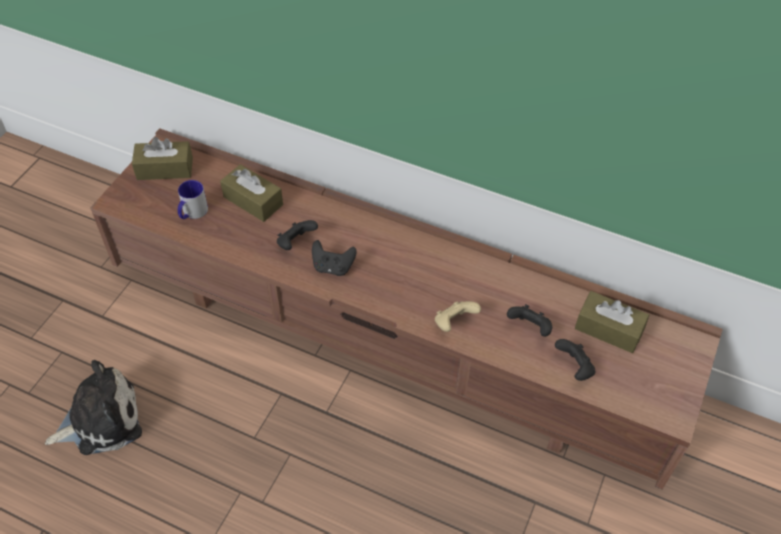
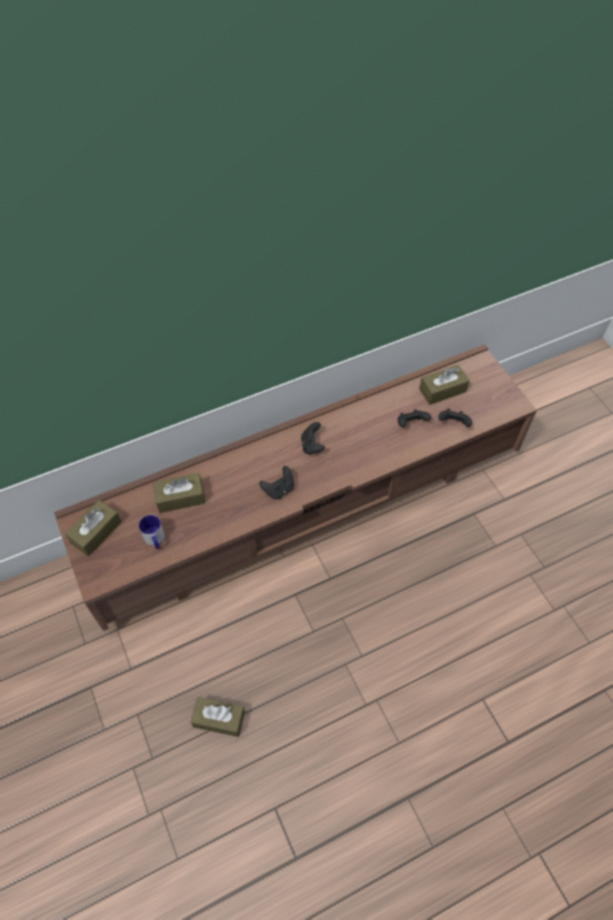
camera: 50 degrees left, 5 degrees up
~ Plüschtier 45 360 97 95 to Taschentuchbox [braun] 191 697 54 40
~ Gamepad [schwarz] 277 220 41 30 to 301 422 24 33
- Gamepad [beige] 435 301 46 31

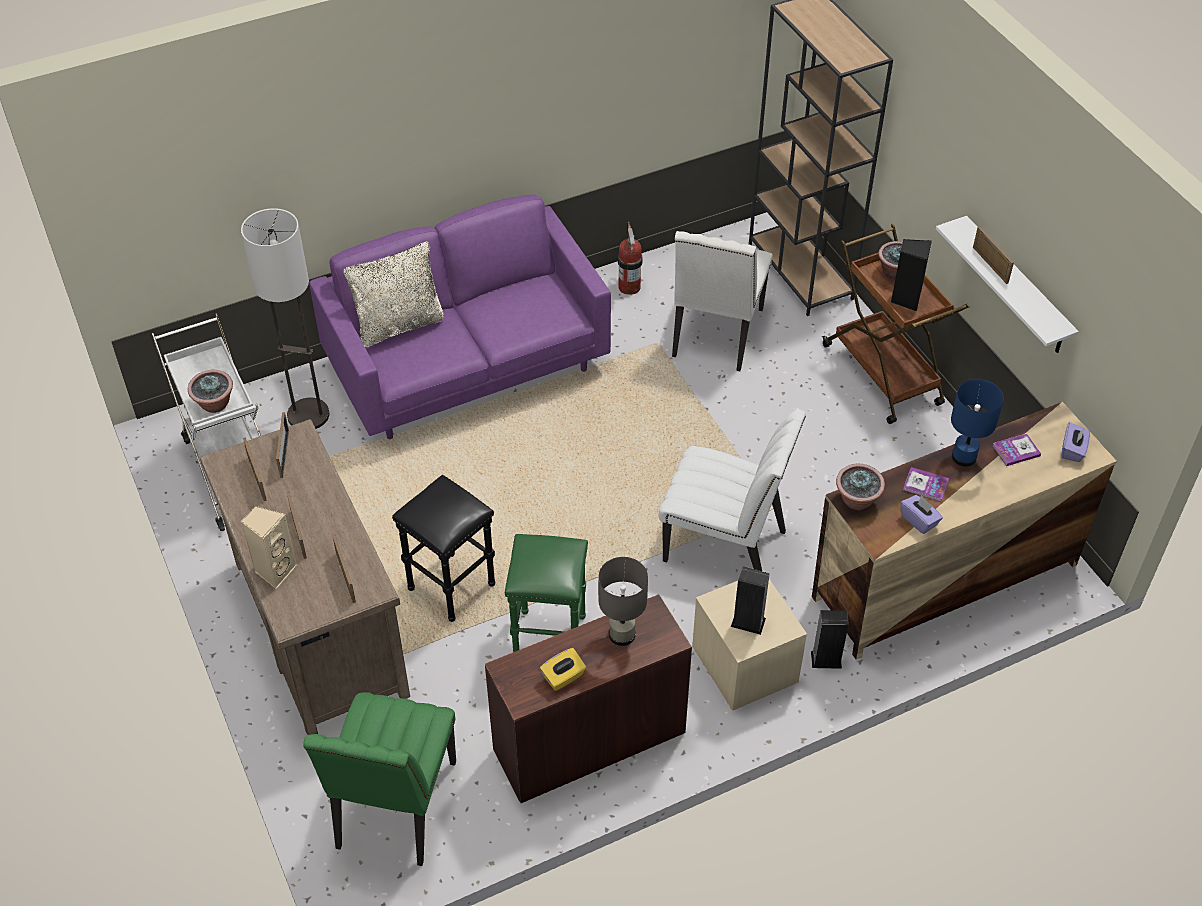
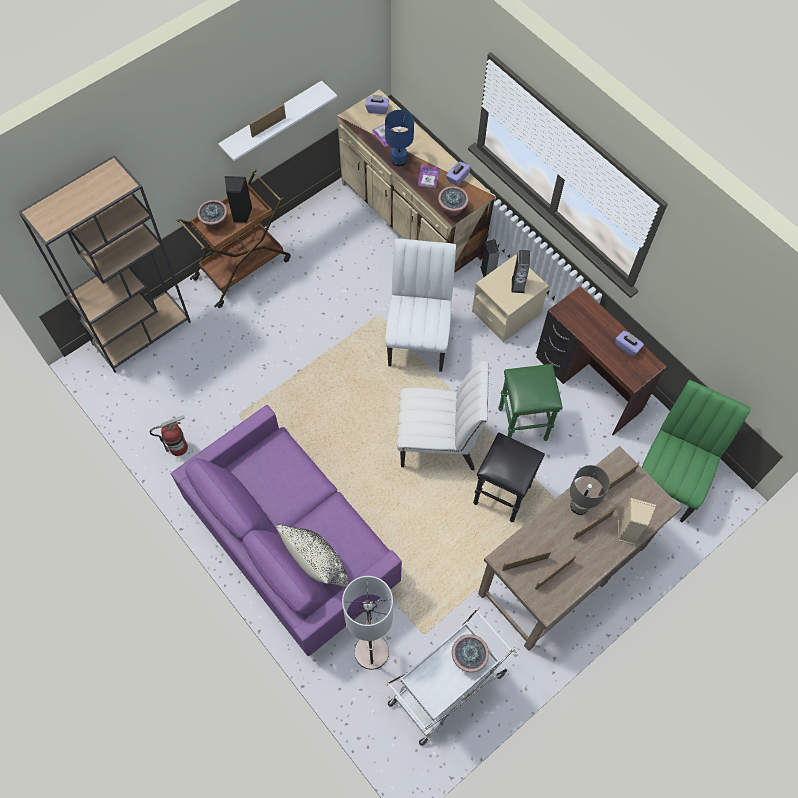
camera: 105 degrees left, 15 degrees up
~ Stuhl [weiß] 672 231 101 140 to 397 361 92 109
~ Tischlampe [grau] 598 557 50 89 to 570 465 40 50
~ Taschentuchbox [gelb] 540 648 46 43 to Taschentuchbox [lila] 615 331 29 26
~ Stuhl [grün] 303 692 153 174 = 642 380 109 143 60 degrees counterclockwise

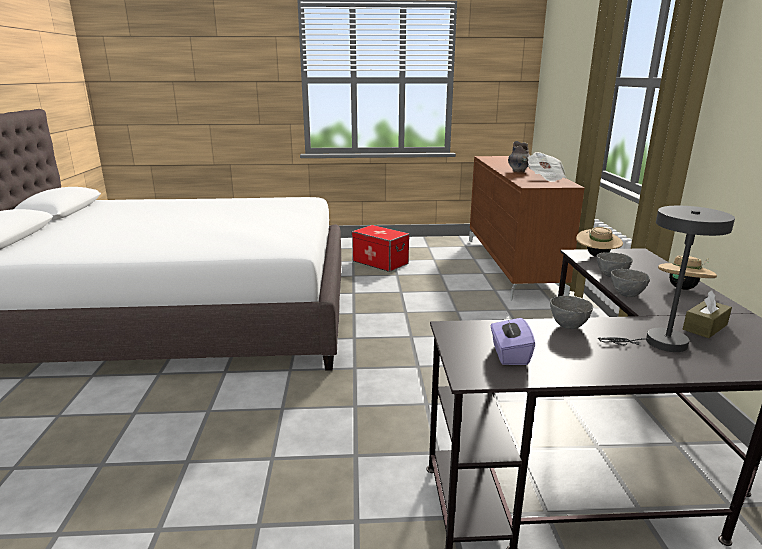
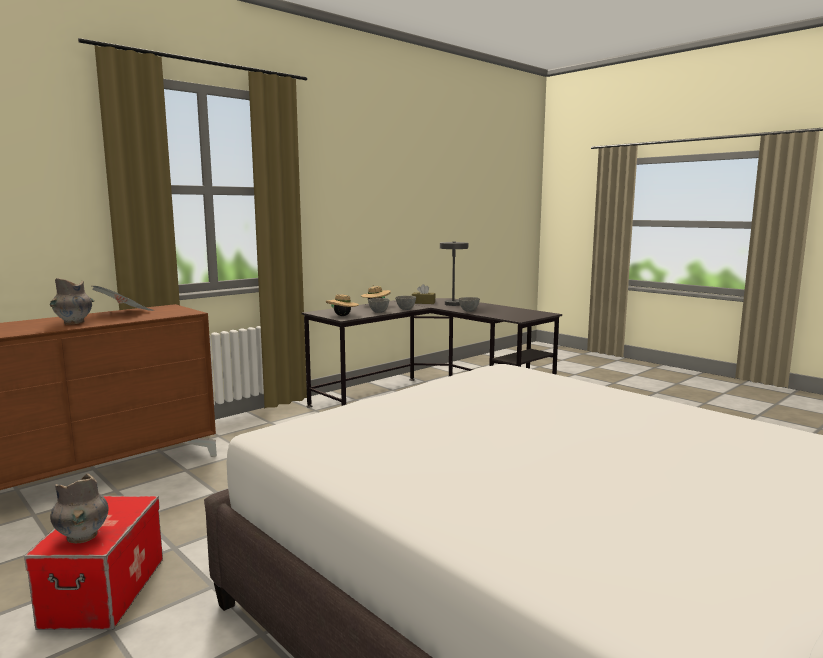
camera: 130 degrees left, 10 degrees down
+ Vase [grau] 50 473 59 70
- Taschentuchbox [lila] 491 313 44 52

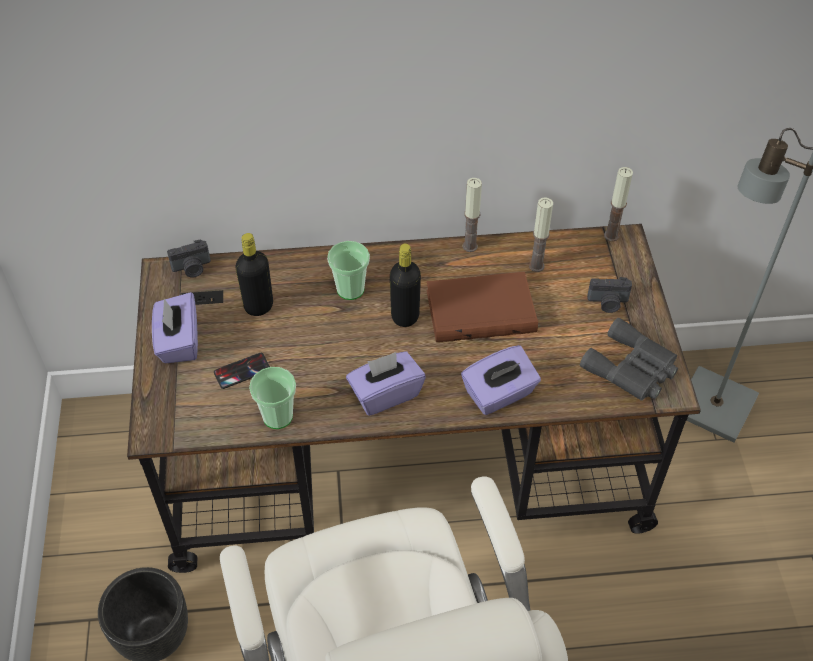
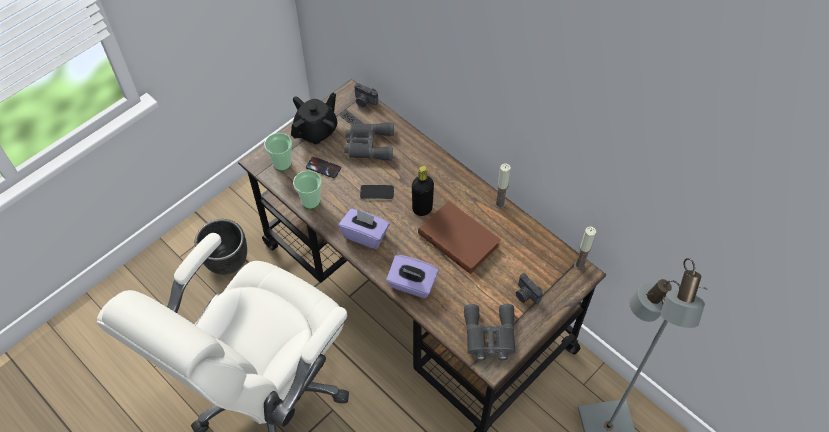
camera: 50 degrees right, 5 degrees up
~ Tasse 327 241 43 59 to 264 133 28 38
~ Taschentuchbox [lila] 152 292 46 71 to Teekanne [schwarz] 291 93 46 51
~ Flasche [schwarz] 236 233 37 83 to Fernglas [grau] 344 123 50 37
+ Handy 360 185 34 14
- Kerze 529 197 24 75

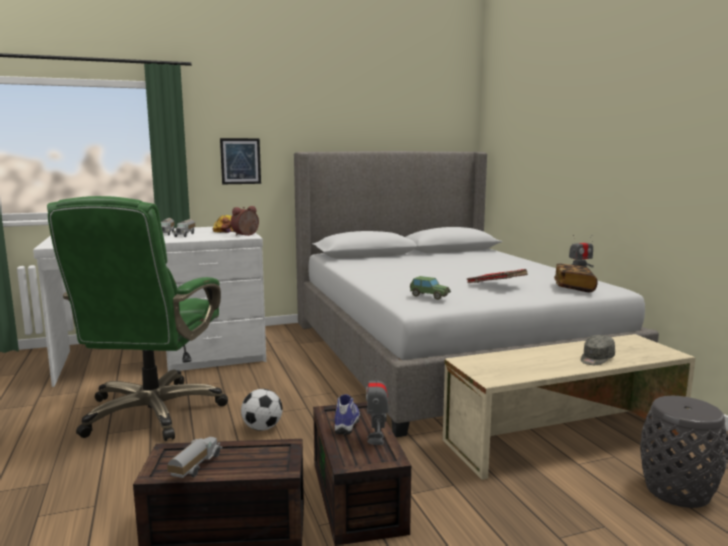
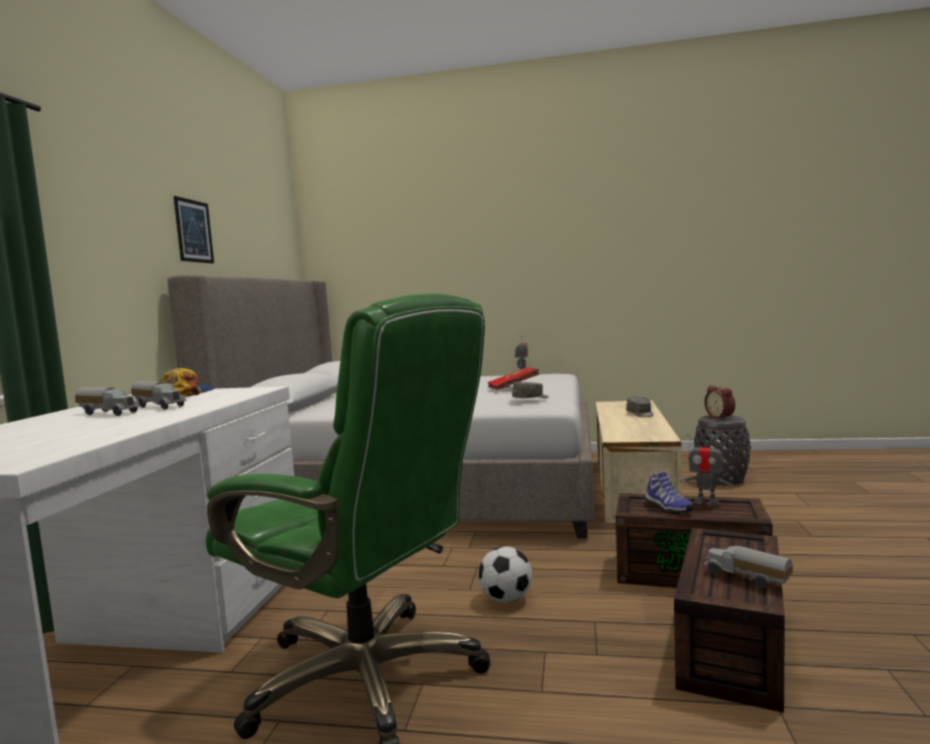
camera: 60 degrees left, 5 degrees down
~ Bild 220 138 41 46 to 173 196 41 67
~ Spielzeugauto 410 276 41 24 to Kappe [grau] 512 382 37 16
~ Schuh 335 394 25 41 = 645 472 49 42 150 degrees counterclockwise
~ Wecker 231 206 28 30 to 704 385 31 35
- Buch 554 264 44 28

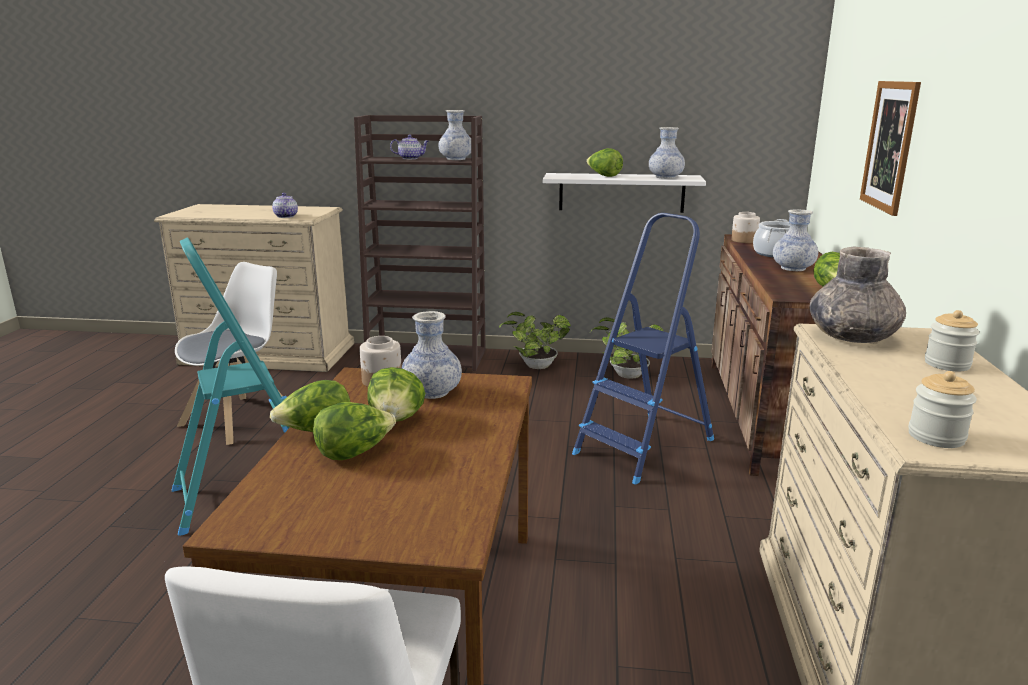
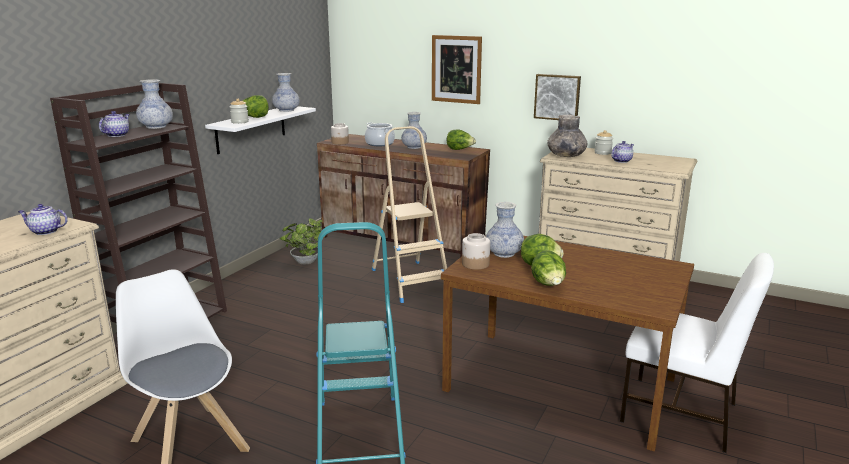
camera: 70 degrees left, 0 degrees up
~ Vorratsglas 908 371 69 77 to 230 99 19 25
~ Trittleiter [blau] 572 213 142 271 to Trittleiter [beige] 372 126 75 177
+ Bild 534 74 47 46
+ Teekanne 611 141 23 22
- Salatkopf 313 402 83 58
- Topfpflanze 499 312 72 57

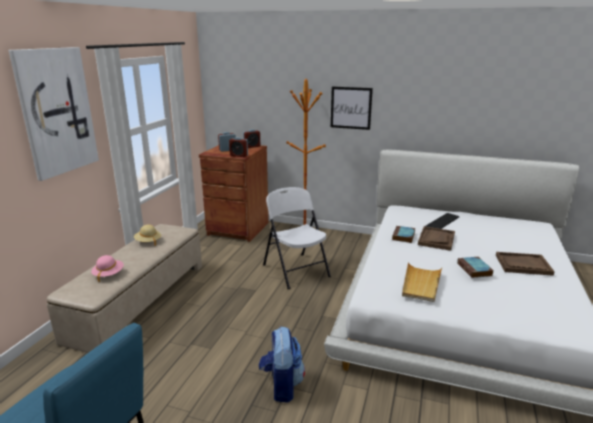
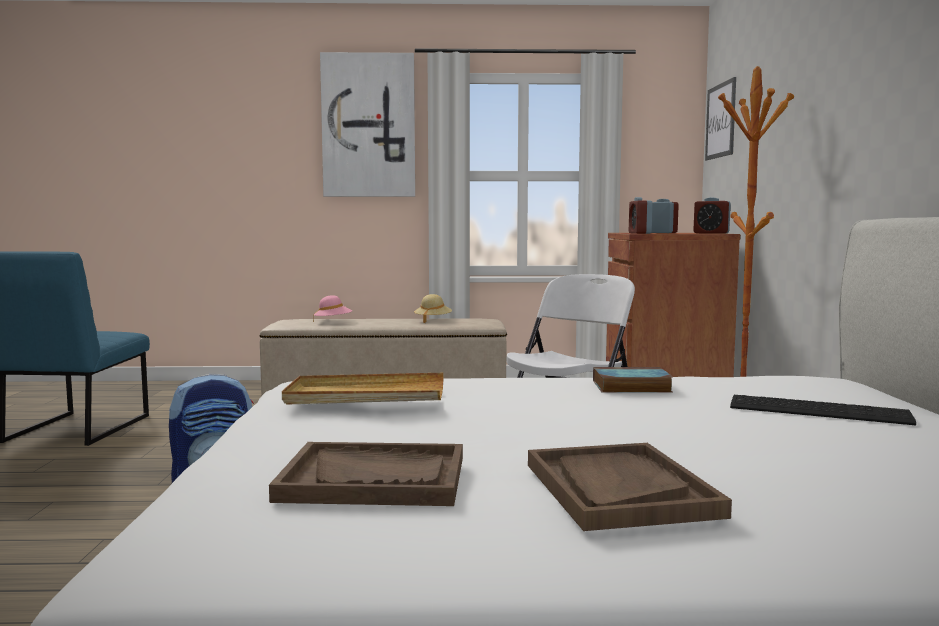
camera: 70 degrees right, 15 degrees down
~ Tablett [braun] 418 226 37 25 to 269 442 194 64
~ Bild 331 87 42 43 to 705 77 31 83
- Buch 457 257 37 21

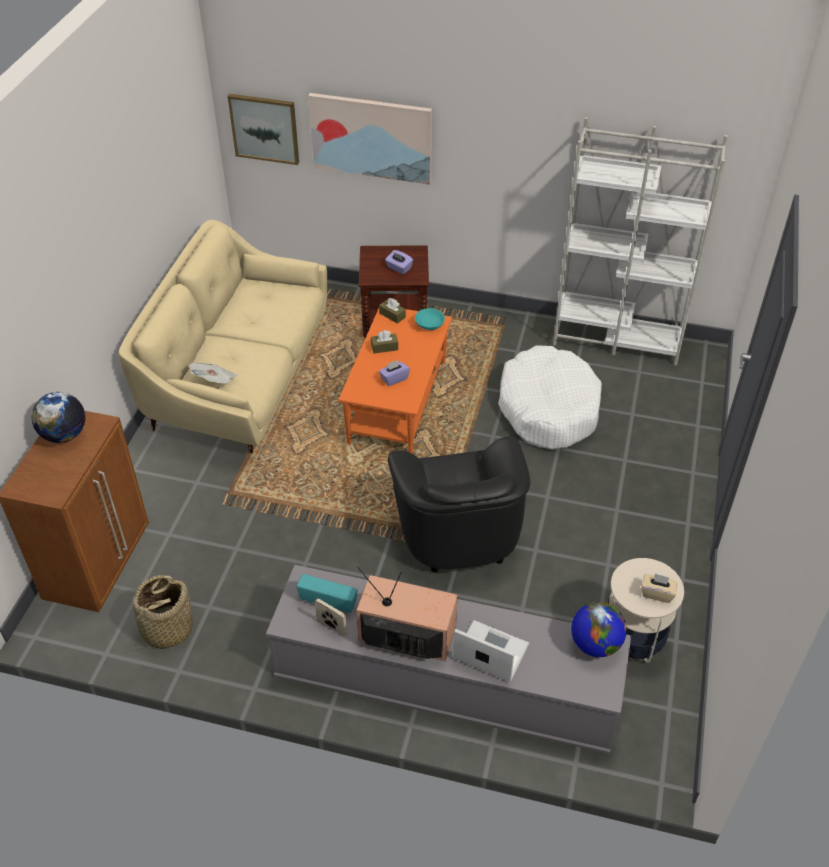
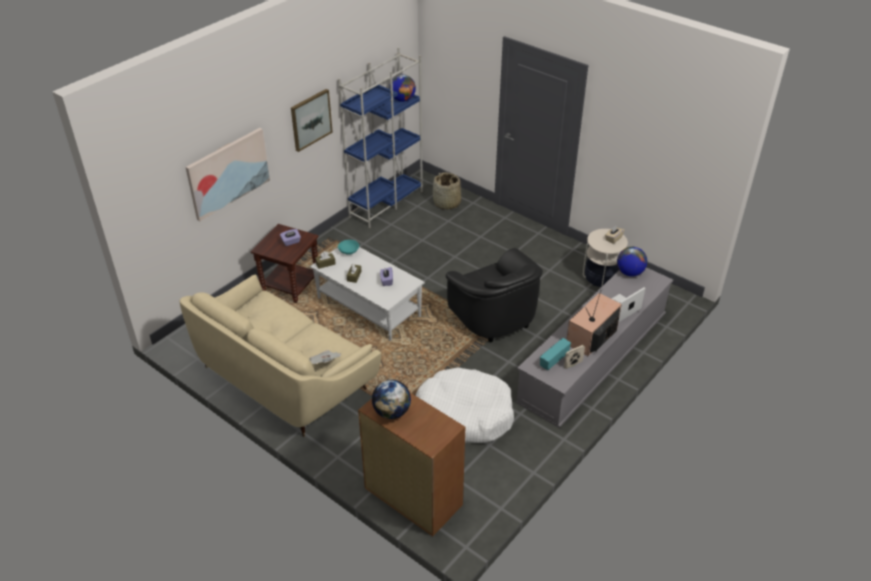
camera: 65 degrees left, 5 degrees down
~ Bild 228 94 71 71 to 291 89 42 63
~ Couchtisch [orange] 338 309 114 145 to Couchtisch [weiß] 310 247 115 94
~ Bücherregal [weiß] 553 117 175 249 to Bücherregal [blau] 338 47 85 181
+ Globus 389 74 27 28
~ Hundebett [weiß] 498 345 104 105 to 415 367 99 76
~ Korb 133 575 60 74 to 433 172 28 38
~ Sessel [schwarz] 388 436 142 137 = 446 248 97 94 45 degrees clockwise

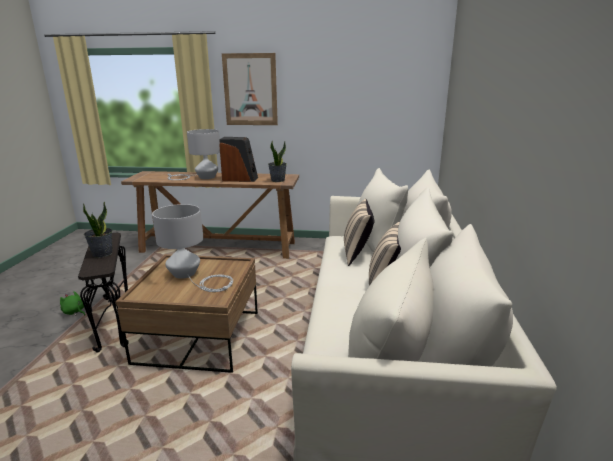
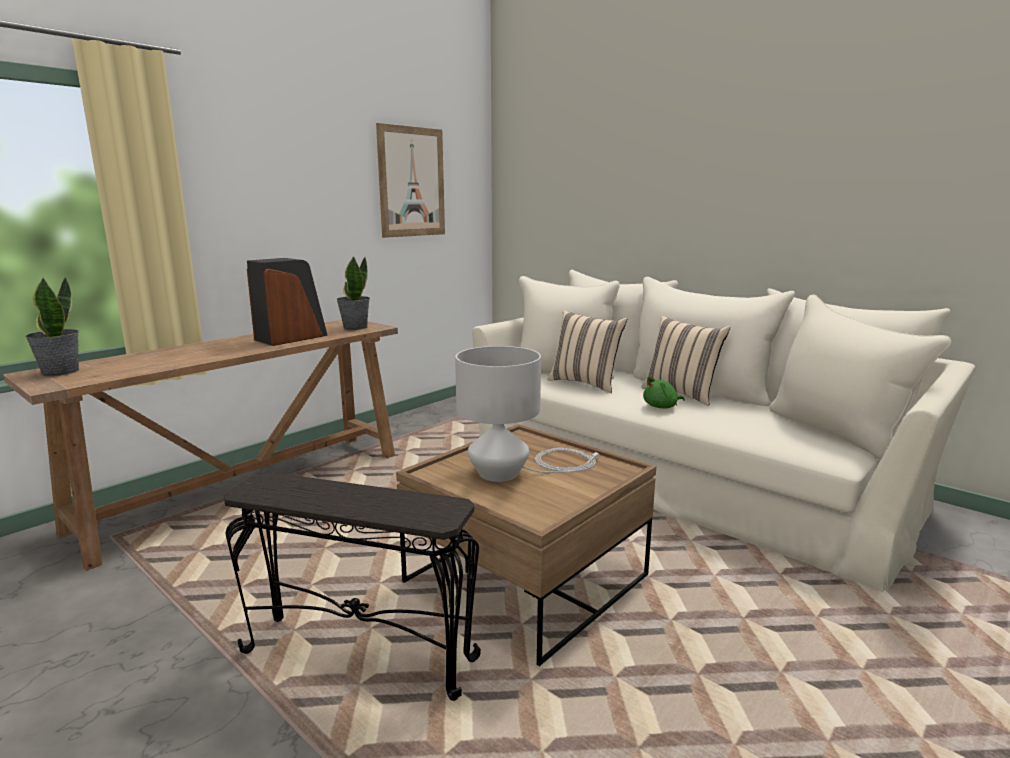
camera: 55 degrees left, 5 degrees down
~ Topfpflanze 83 202 29 56 to 25 277 54 99
~ Bild 222 53 56 72 to 376 123 69 115
~ Plüschtier [grün] 60 291 25 25 to 643 376 42 32
- Tischlampe [weiß] 168 129 52 51

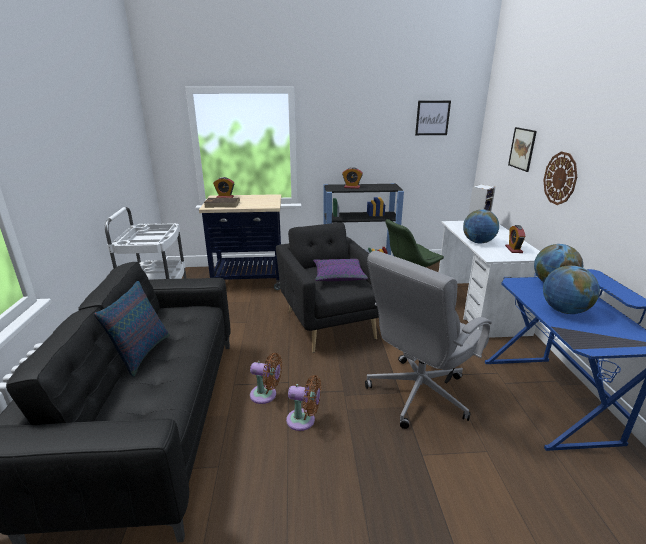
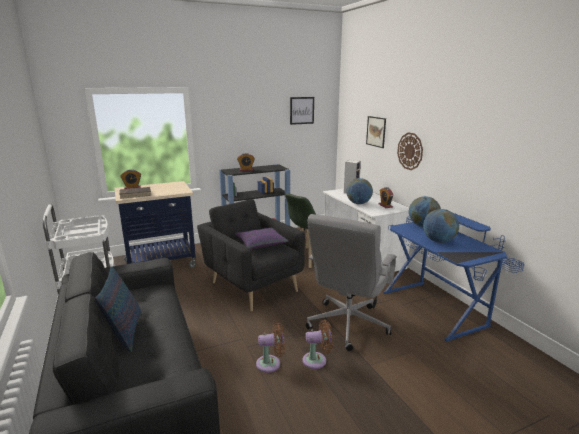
camera: 20 degrees left, 5 degrees down
~ Ventilator [braun] 250 353 32 51 to 302 320 31 49

